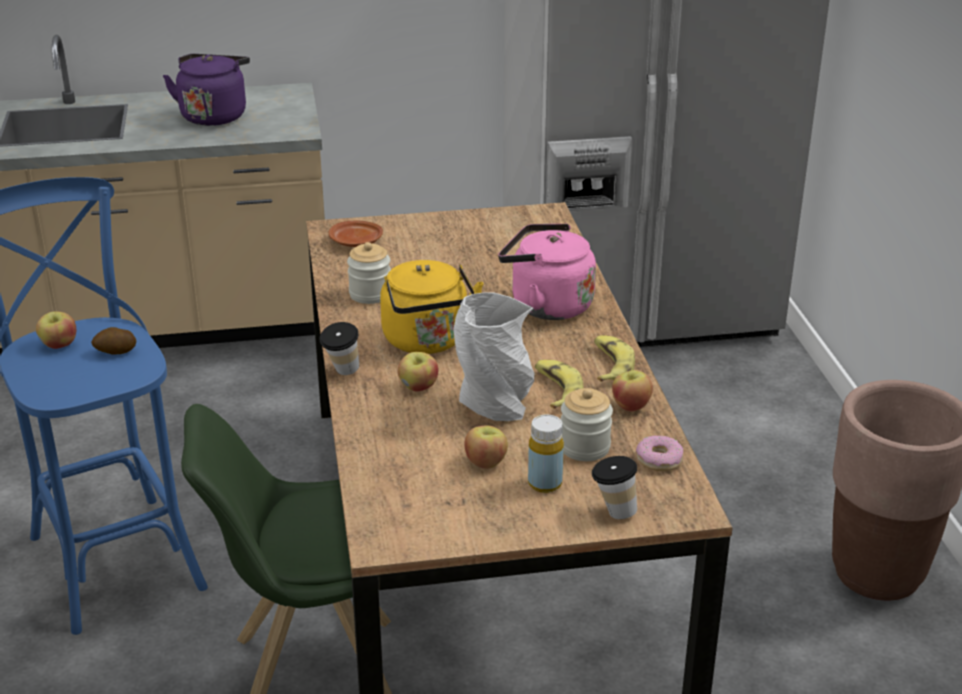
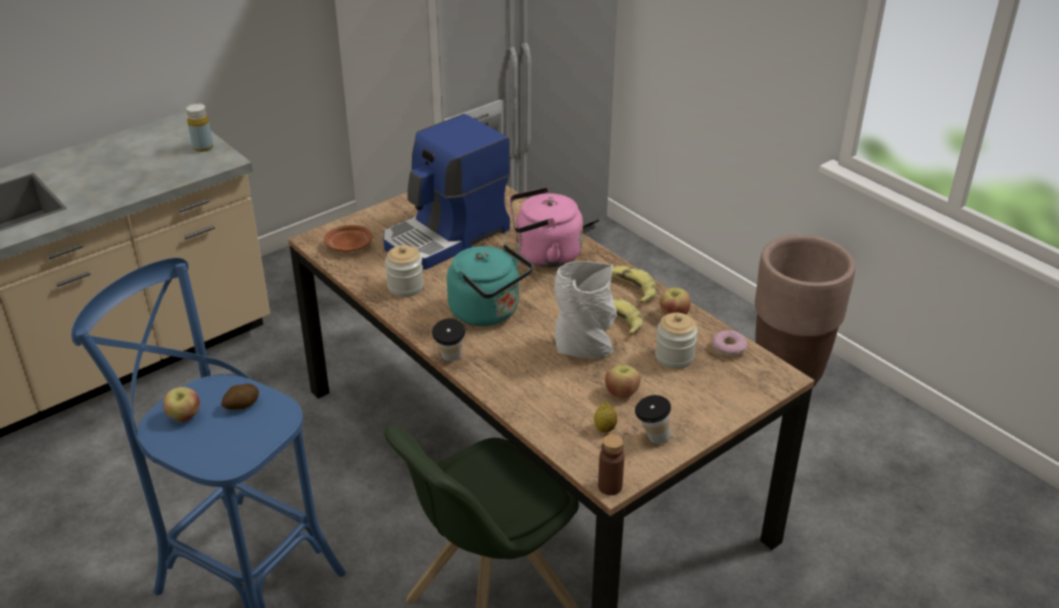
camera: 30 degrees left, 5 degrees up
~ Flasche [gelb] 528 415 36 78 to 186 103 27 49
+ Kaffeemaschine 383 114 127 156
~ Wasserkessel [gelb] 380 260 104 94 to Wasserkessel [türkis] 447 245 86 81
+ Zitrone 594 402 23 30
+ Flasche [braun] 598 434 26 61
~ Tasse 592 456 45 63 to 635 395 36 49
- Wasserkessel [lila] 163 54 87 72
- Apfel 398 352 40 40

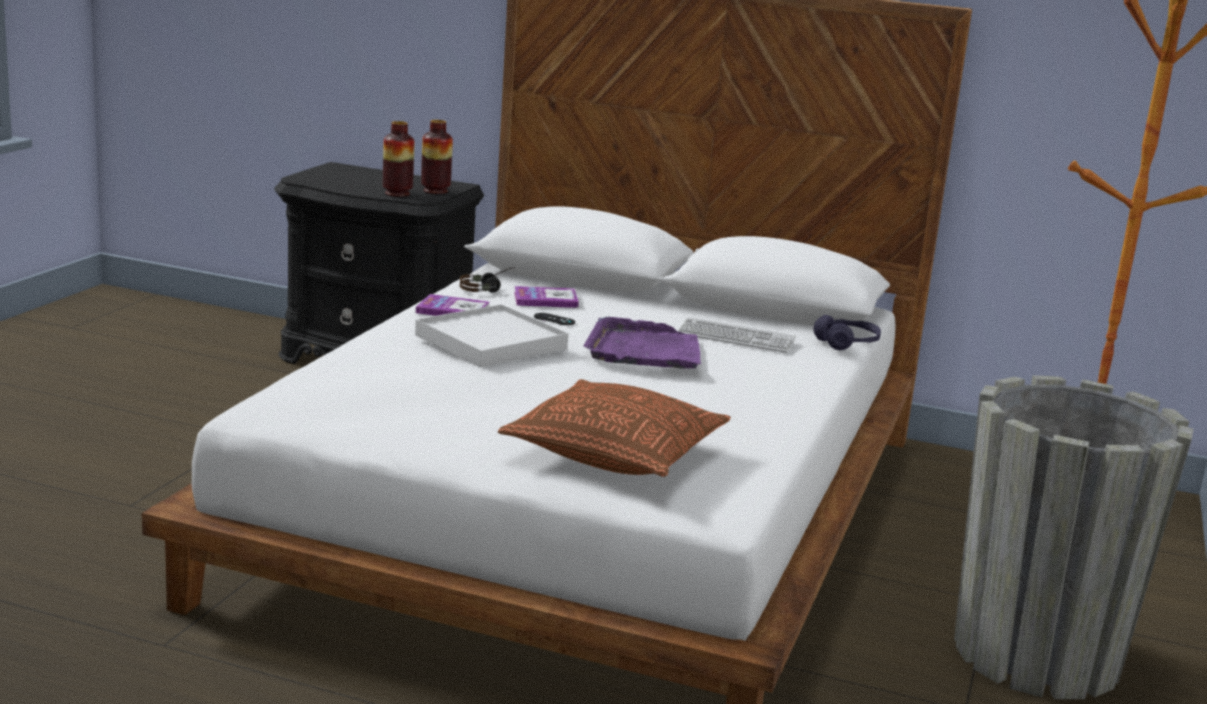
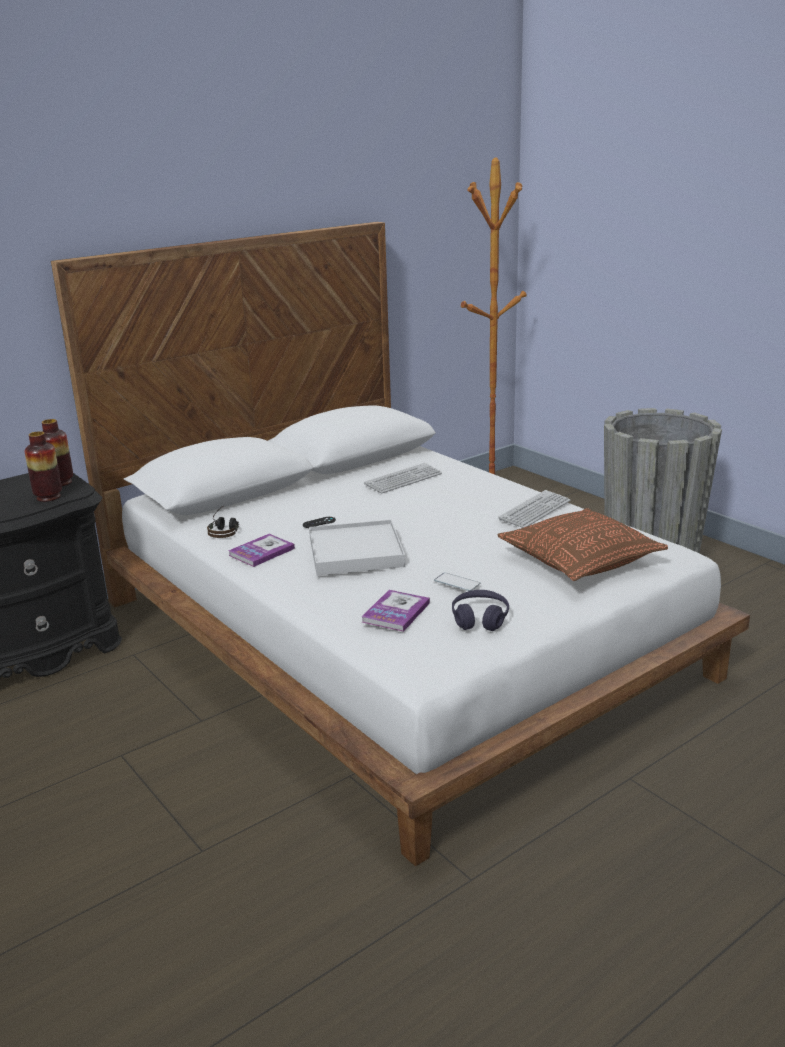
camera: 55 degrees left, 5 degrees up
~ Buch 514 286 65 22 to 361 590 69 42
+ Handy 434 573 46 18
~ Kopfhörer [lila] 814 315 67 35 to 452 590 57 41
+ Tastatur 498 490 72 38
- Tablett [lila] 584 317 117 52

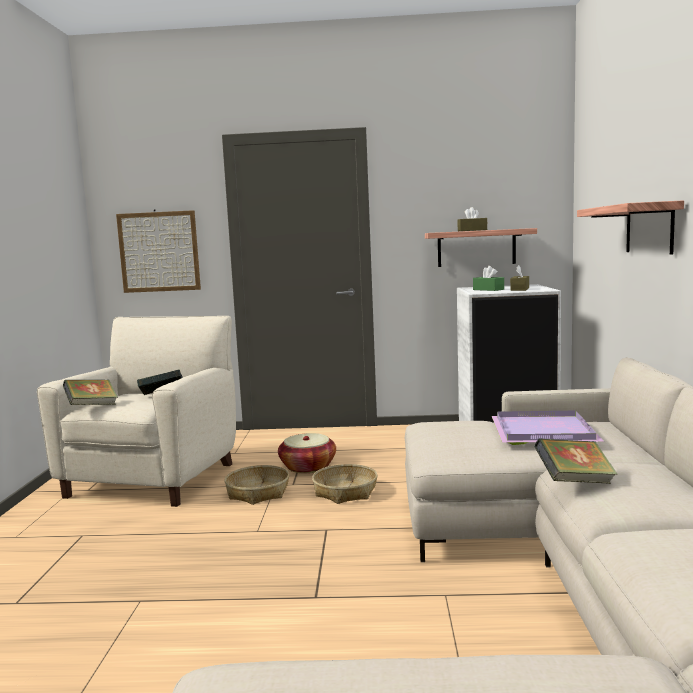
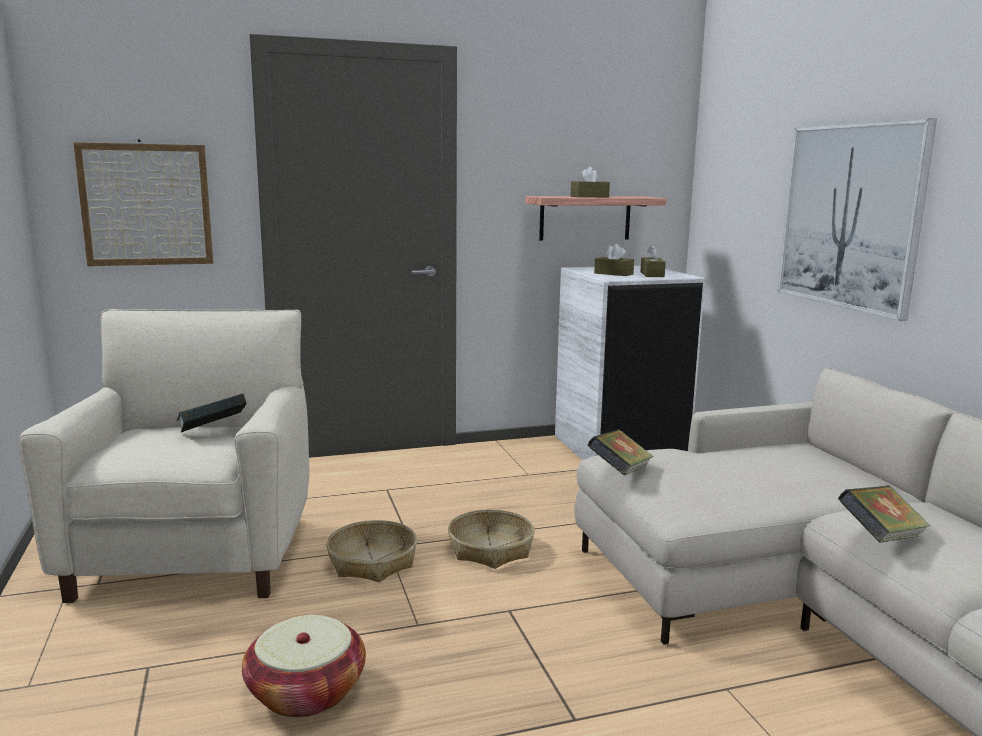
camera: 20 degrees left, 5 degrees up
~ Korb 278 433 58 40 to 242 615 124 103
~ Buch 63 380 55 25 to 588 429 65 46
~ Taschentuchbox [grün] 473 266 31 25 to Taschentuchbox [braun] 594 244 40 32
~ Wandregal 577 200 107 54 to Bild 778 118 159 203
- Tablett [lila] 492 411 112 34

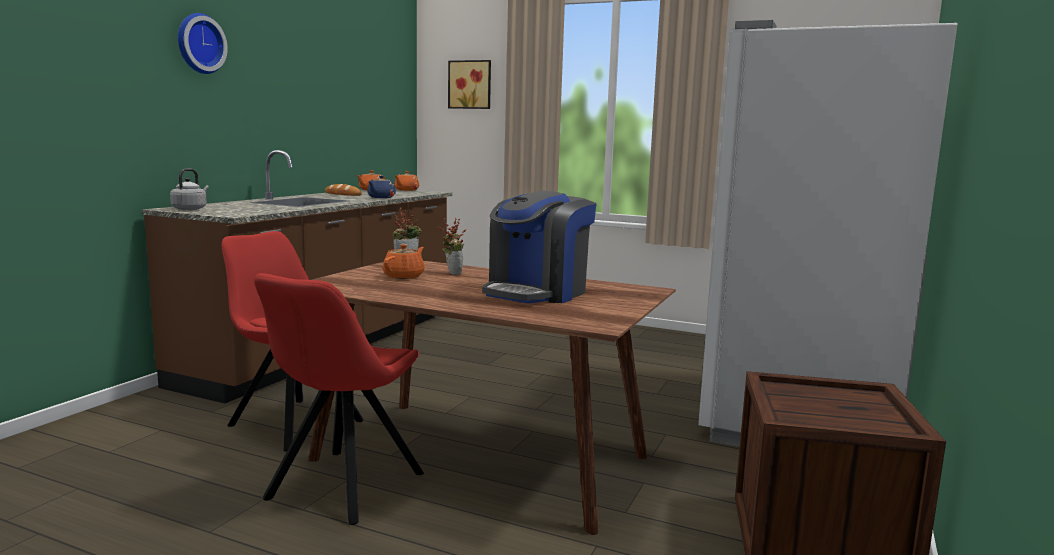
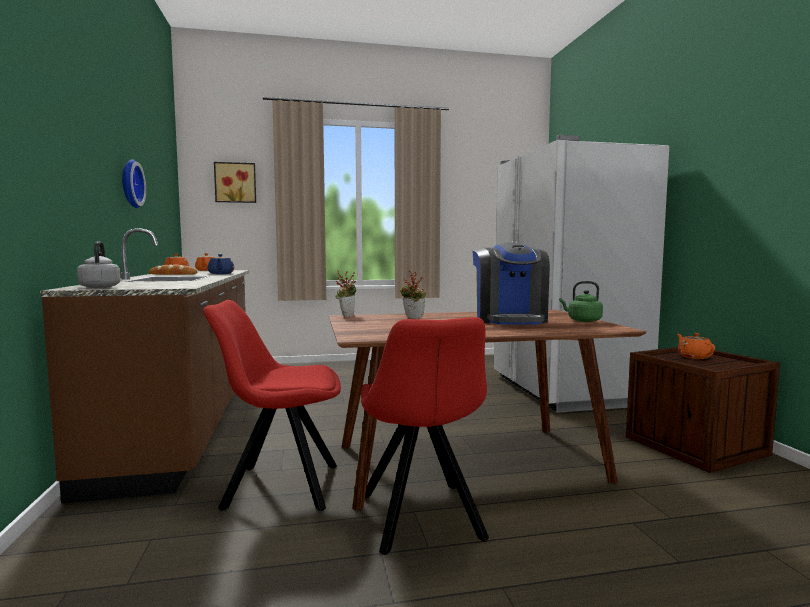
camera: 35 degrees left, 5 degrees down
~ Wanduhr 178 13 50 61 to 122 159 24 49
+ Wasserkessel [grün] 559 281 44 41
~ Teekanne [orange] 383 244 41 35 to 677 333 38 26

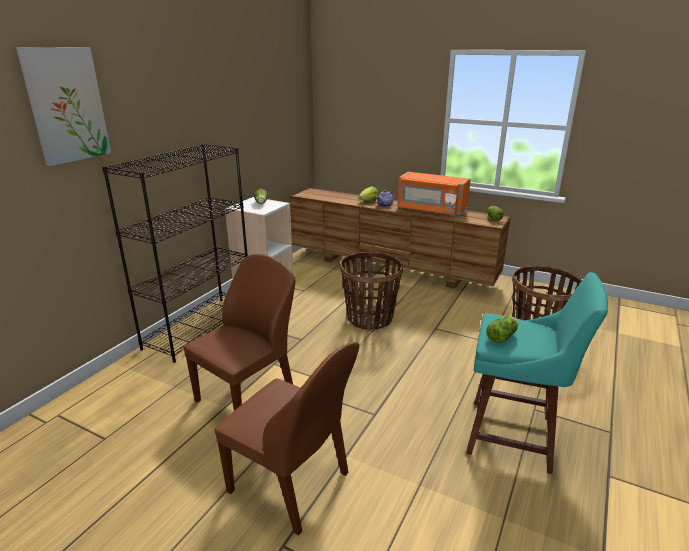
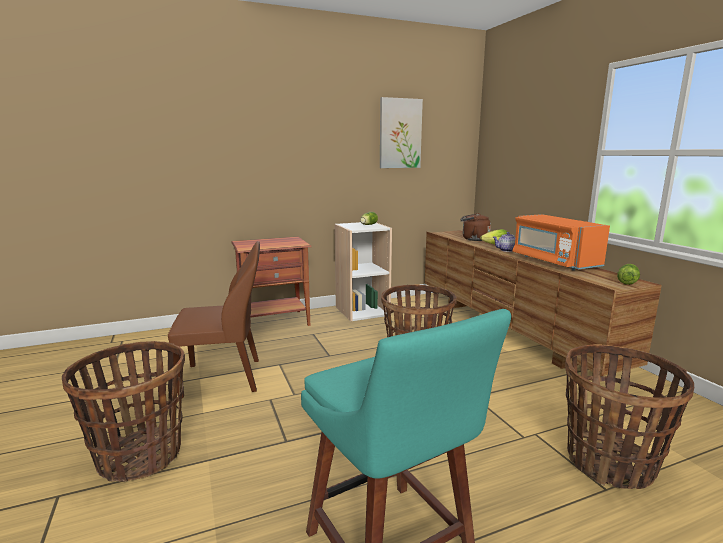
camera: 40 degrees right, 10 degrees down
~ Stuhl [braun] 214 342 145 193 to Korb 62 341 123 141
~ Bücherregal [schwarz] 102 144 146 219 to Nachttisch 231 237 80 89
~ Bild 16 47 95 119 to 380 97 43 71
+ Wasserkessel [braun] 460 213 31 28
- Salatkopf 486 316 32 27

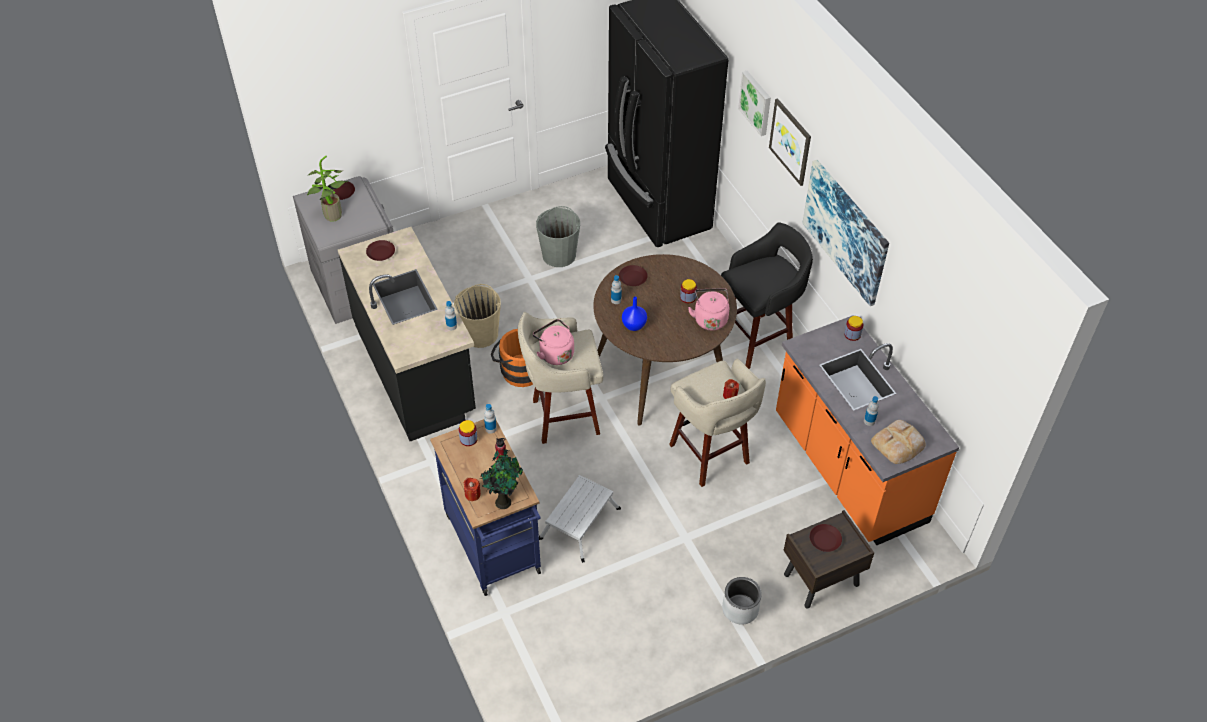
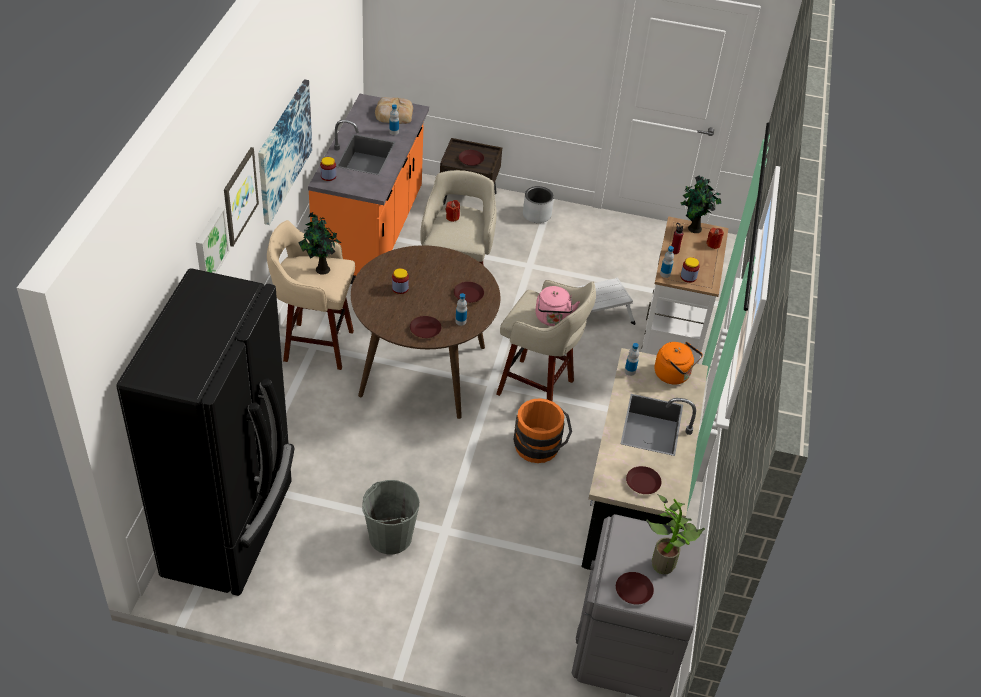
camera: 145 degrees left, 5 degrees down
~ Hocker [schwarz] 721 222 92 147 to Hocker [beige] 267 220 88 150
+ Topfpflanze 298 212 43 63
~ Vase [blau] 622 297 25 34 to Teller [braun] 454 282 30 21
~ Rollwagen [blau] 430 419 111 177 to Rollwagen [weiß] 641 216 87 148
+ Wasserkessel [orange] 655 342 48 42
- Eimer [beige] 454 284 47 64
- Wasserkessel [rosa] 688 288 41 42

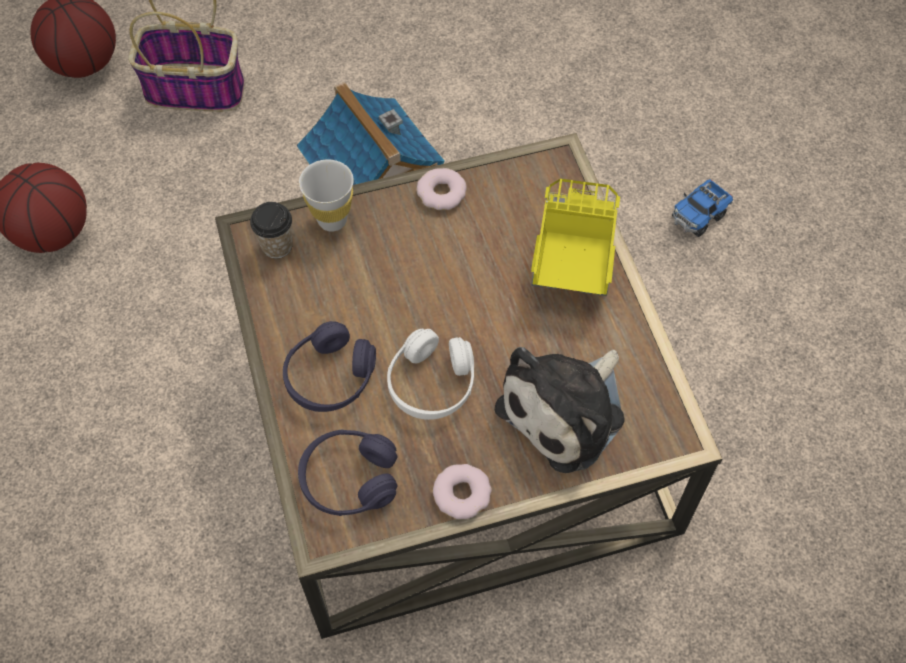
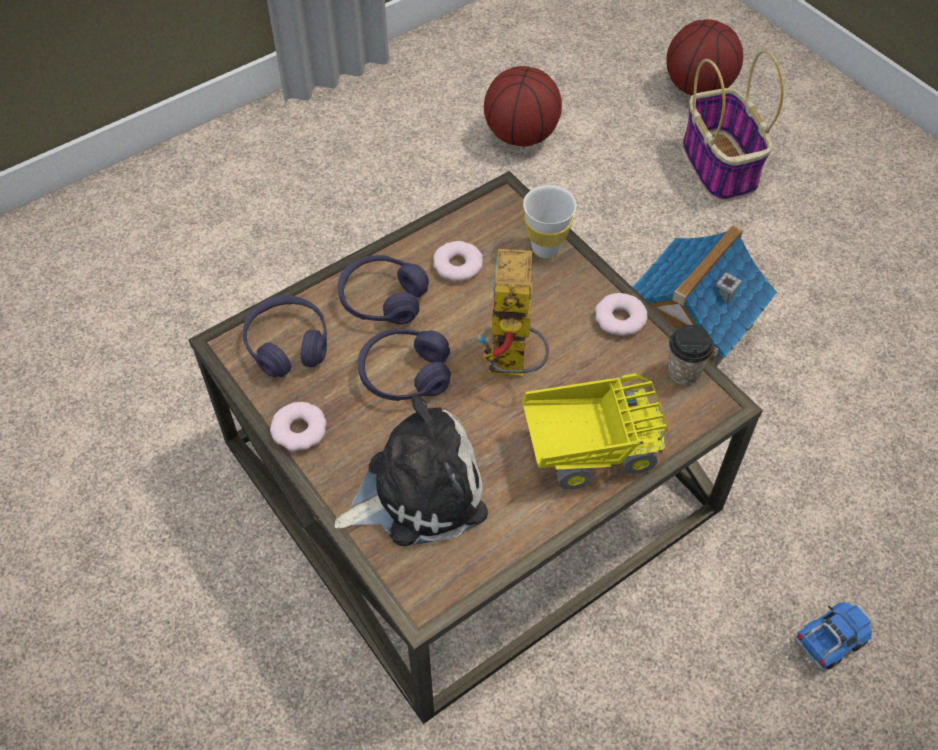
camera: 70 degrees right, 5 degrees down
~ Plüschtier 495 347 130 126 = 334 394 154 152 135 degrees clockwise
~ Kopfhörer [weiß] 387 329 87 91 to Kopfhörer [lila] 358 328 93 73
+ Donut 433 241 50 40
+ Spielzeugroboter 478 249 71 127
~ Tasse 250 202 43 56 to 668 325 46 60
~ Spielzeuglaster 672 179 61 58 = 794 602 78 69 120 degrees clockwise

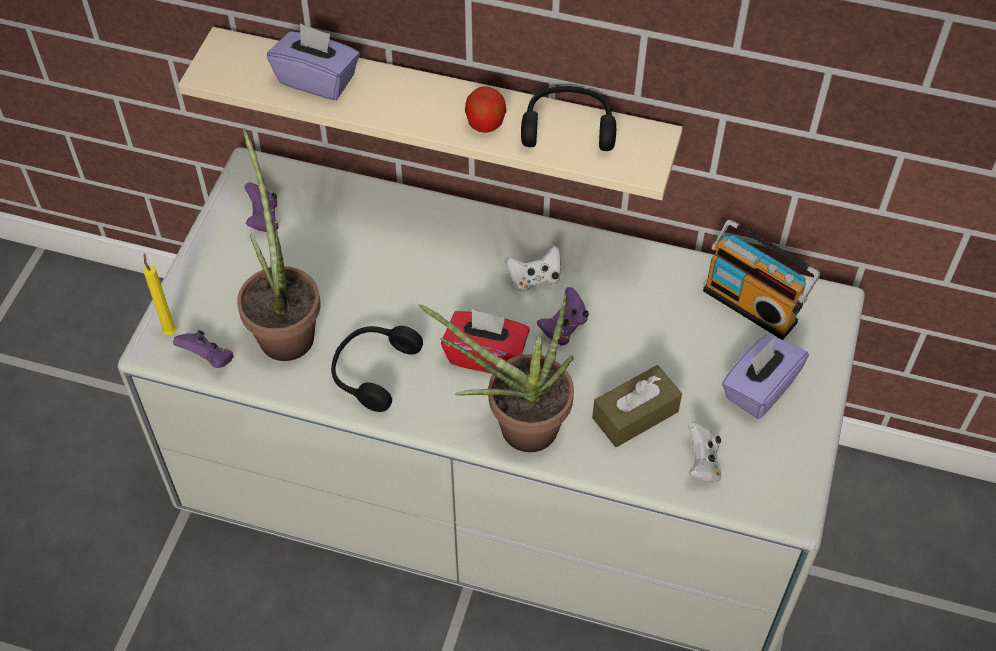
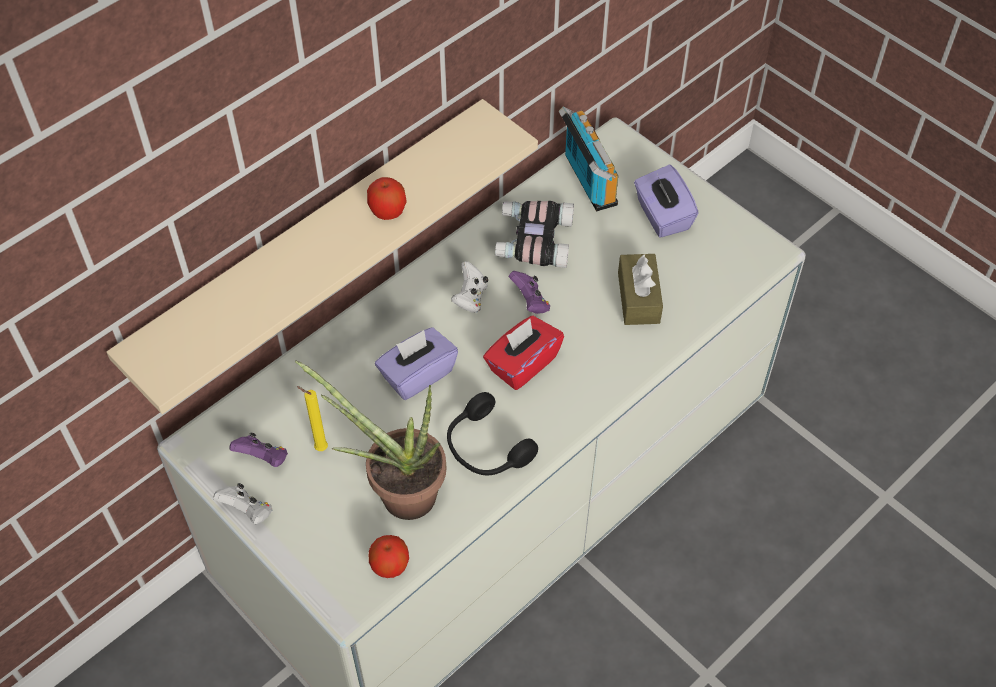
camera: 60 degrees left, 0 degrees up
~ Gamepad [weiß] 688 422 33 61 to 214 483 58 41
~ Kerze [gelb] 144 254 32 81 to 297 386 31 65
~ Gamepad [lila] 173 330 61 38 to Apfel 369 535 40 43
~ Taschentuchbox [lila] 267 23 93 77 to 375 327 83 73
+ Fernglas 495 201 79 67
~ Radio 703 220 118 120 = 559 106 59 105 90 degrees counterclockwise
- Topfpflanze 419 293 155 159
- Kopfhörer [schwarz] 521 86 95 65

